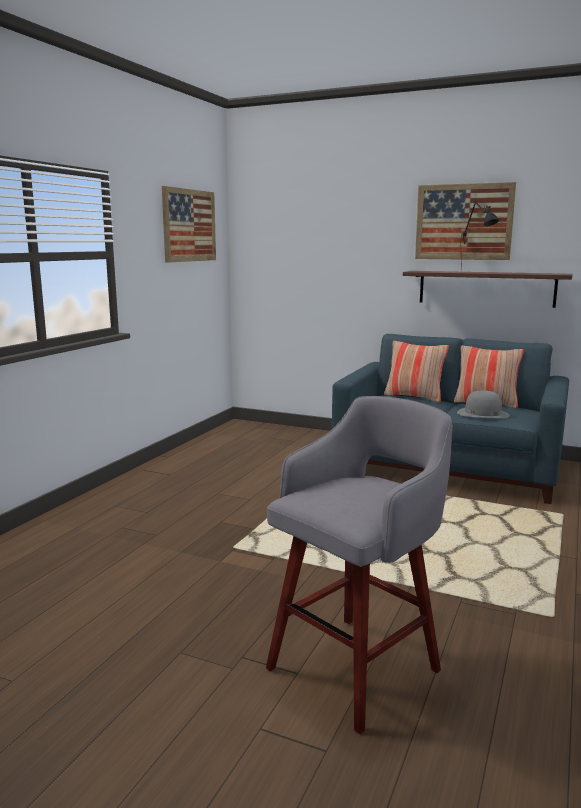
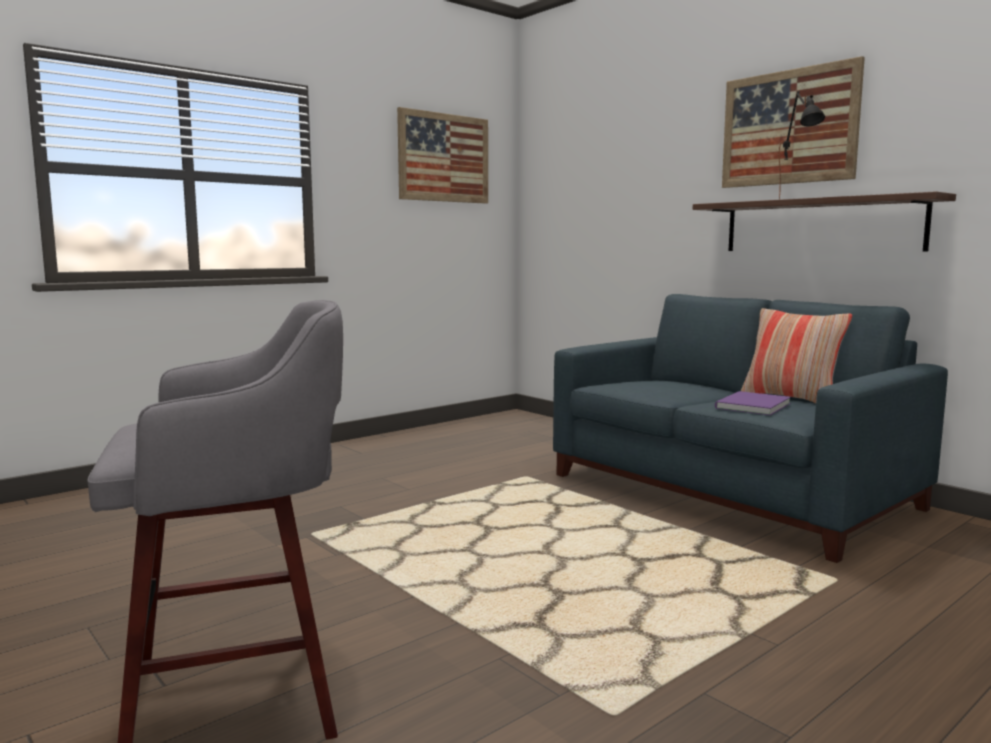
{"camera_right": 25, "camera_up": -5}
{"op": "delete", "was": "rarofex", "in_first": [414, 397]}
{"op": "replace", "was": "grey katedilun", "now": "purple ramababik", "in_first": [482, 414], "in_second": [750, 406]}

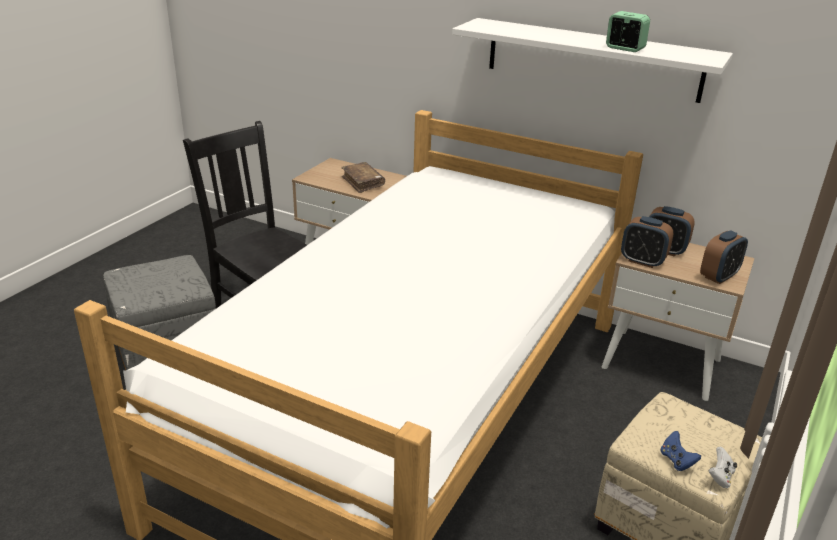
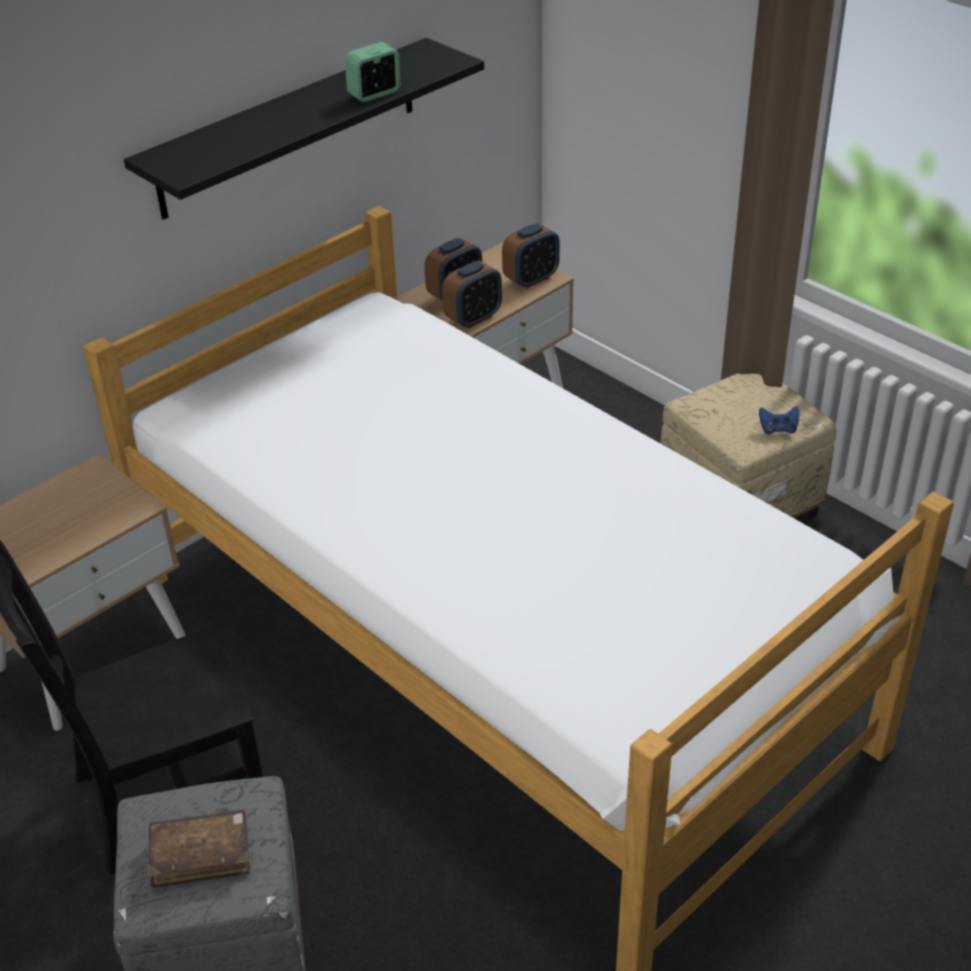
{"camera_right": -70, "camera_up": 10}
{"op": "move", "was": "brown ramababik", "in_first": [363, 182], "in_second": [201, 855]}
{"op": "recolor", "was": "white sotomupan", "now": "black sotomupan", "in_first": [592, 59], "in_second": [289, 128]}
{"op": "rotate", "was": "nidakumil", "in_first": [718, 276], "in_second": [531, 279], "clockwise": 75}
{"op": "delete", "was": "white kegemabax", "in_first": [720, 477]}

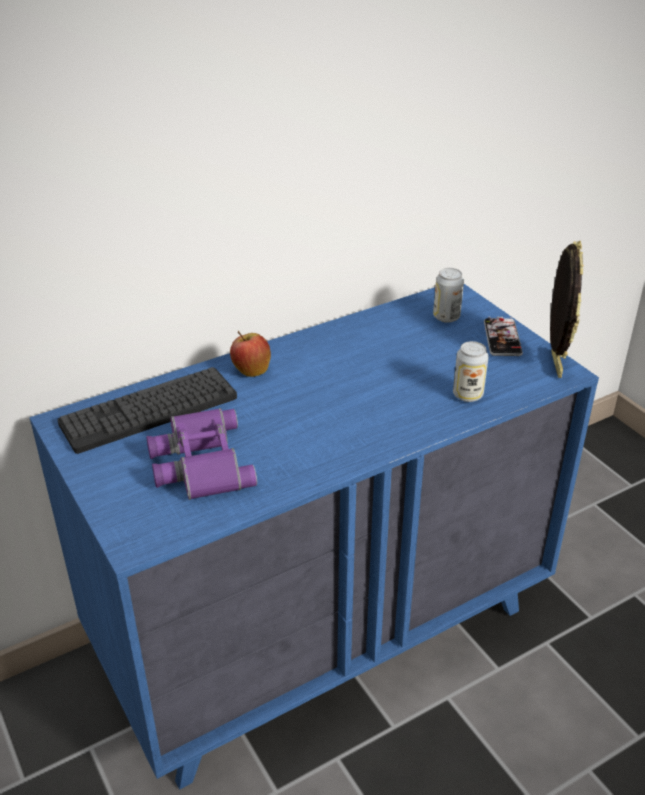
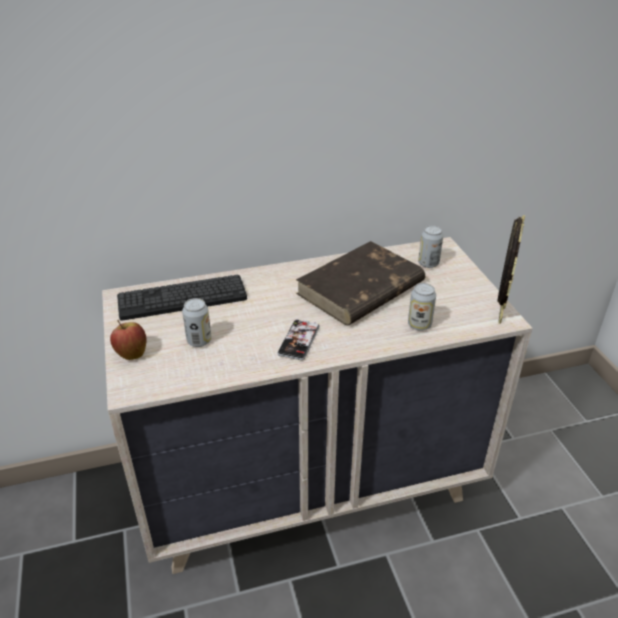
{"camera_right": 15, "camera_up": 0}
{"op": "recolor", "was": "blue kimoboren", "now": "beige kimoboren", "in_first": [324, 632], "in_second": [310, 484]}
{"op": "replace", "was": "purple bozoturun", "now": "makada", "in_first": [198, 462], "in_second": [199, 341]}
{"op": "move", "was": "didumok", "in_first": [251, 371], "in_second": [131, 353]}
{"op": "move", "was": "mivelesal", "in_first": [502, 338], "in_second": [299, 340]}
{"op": "insert", "now": "brown ramababik", "in_second": [360, 289]}

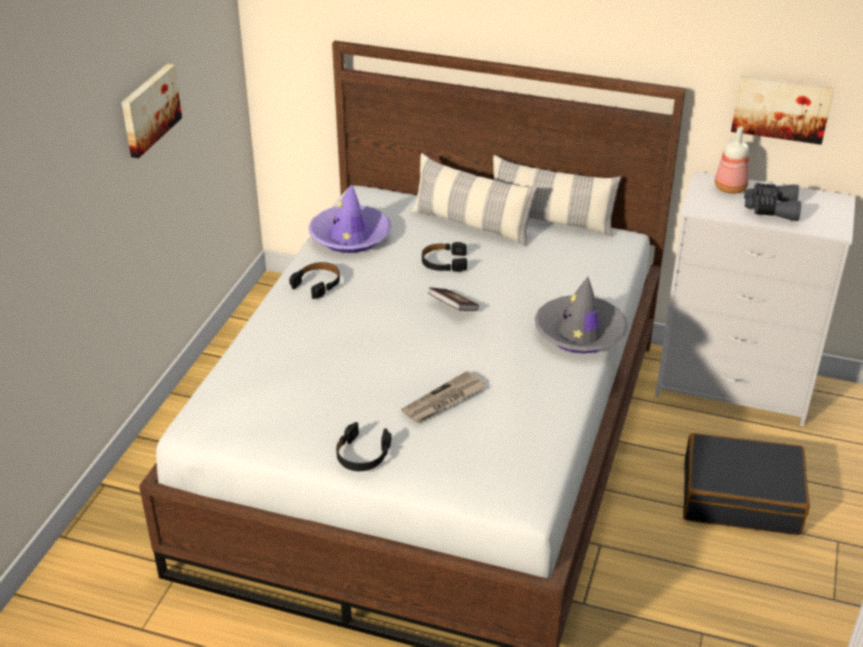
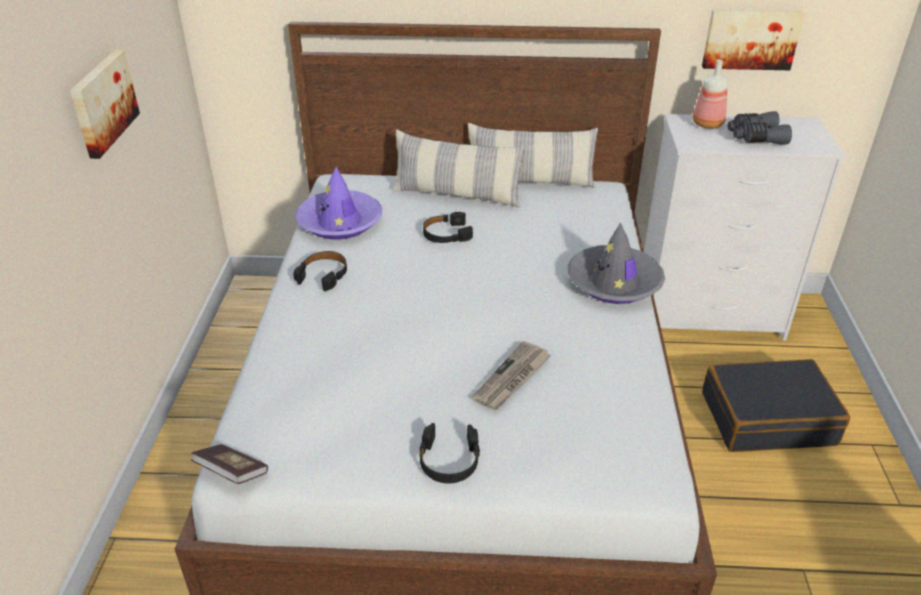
{"camera_right": -15, "camera_up": 0}
{"op": "move", "was": "ramababik", "in_first": [453, 308], "in_second": [232, 473]}

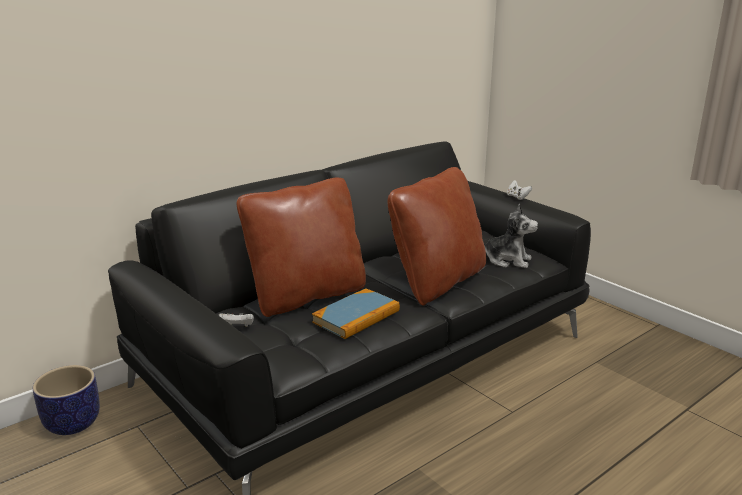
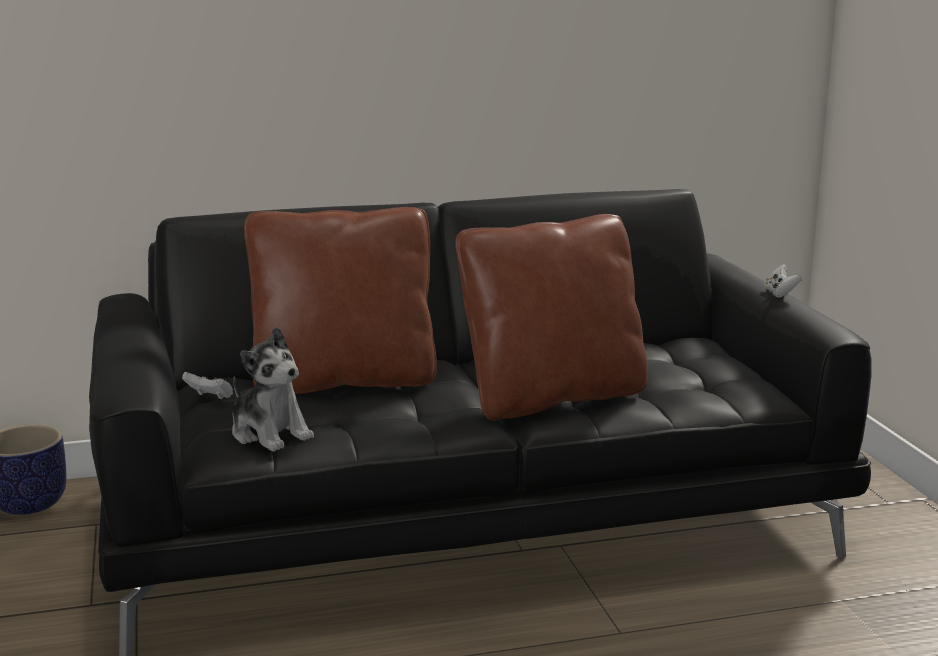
{"camera_right": 25, "camera_up": -5}
{"op": "delete", "was": "ramababik", "in_first": [356, 316]}
{"op": "move", "was": "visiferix", "in_first": [507, 260], "in_second": [270, 433]}

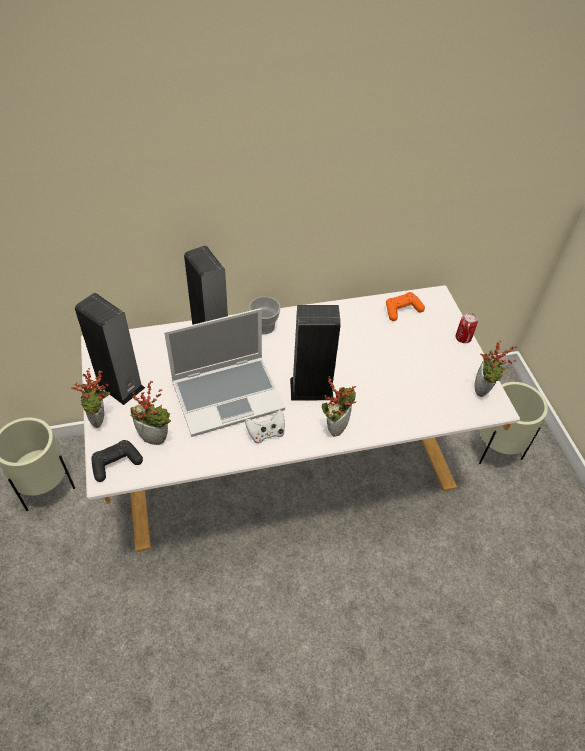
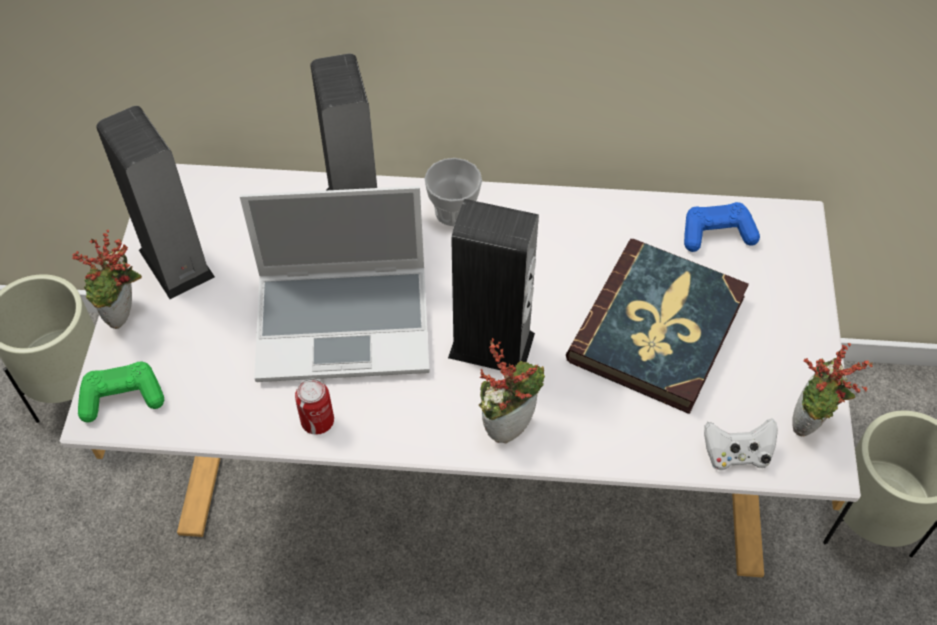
{"camera_right": 20, "camera_up": 5}
{"op": "recolor", "was": "black kegemabax", "now": "green kegemabax", "in_first": [116, 463], "in_second": [122, 397]}
{"op": "delete", "was": "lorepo", "in_first": [156, 436]}
{"op": "move", "was": "white kegemabax", "in_first": [266, 433], "in_second": [736, 454]}
{"op": "recolor", "was": "orange kegemabax", "now": "blue kegemabax", "in_first": [402, 310], "in_second": [717, 234]}
{"op": "move", "was": "makada", "in_first": [463, 338], "in_second": [317, 421]}
{"op": "insert", "now": "ramababik", "in_second": [658, 329]}

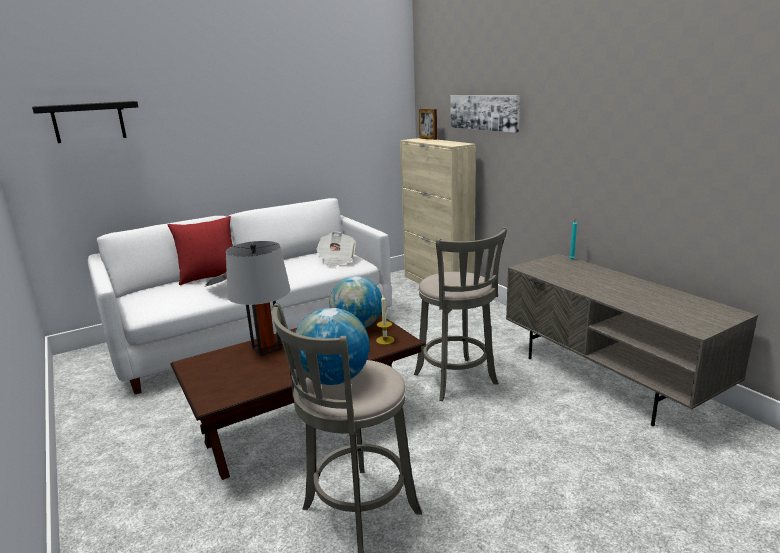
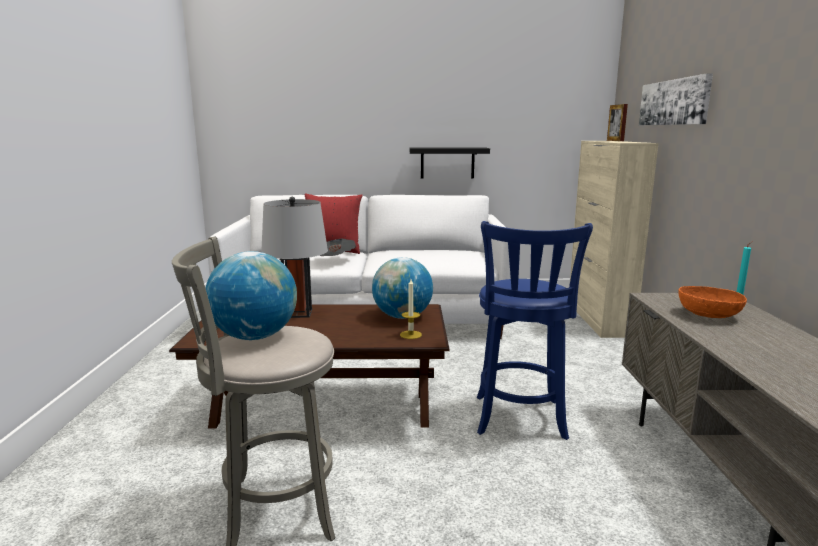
{"camera_right": 30, "camera_up": -5}
{"op": "move", "was": "black sotomupan", "in_first": [89, 122], "in_second": [447, 163]}
{"op": "delete", "was": "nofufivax", "in_first": [336, 260]}
{"op": "recolor", "was": "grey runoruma", "now": "blue runoruma", "in_first": [457, 381], "in_second": [519, 420]}
{"op": "insert", "now": "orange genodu", "in_second": [709, 315]}

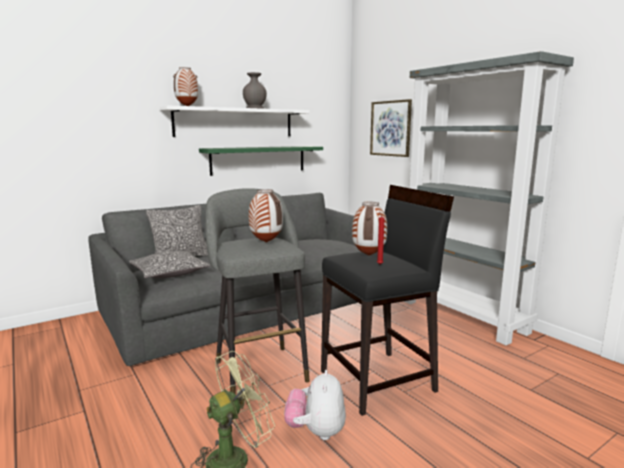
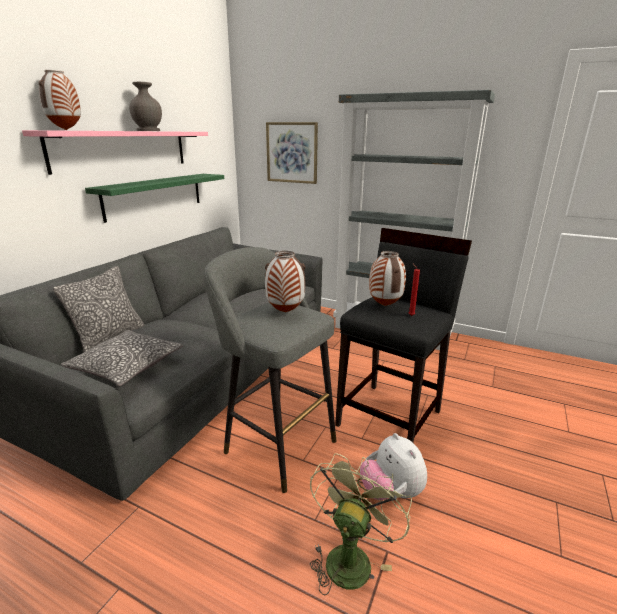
{"camera_right": -30, "camera_up": 10}
{"op": "recolor", "was": "white sotomupan", "now": "pink sotomupan", "in_first": [235, 122], "in_second": [123, 149]}

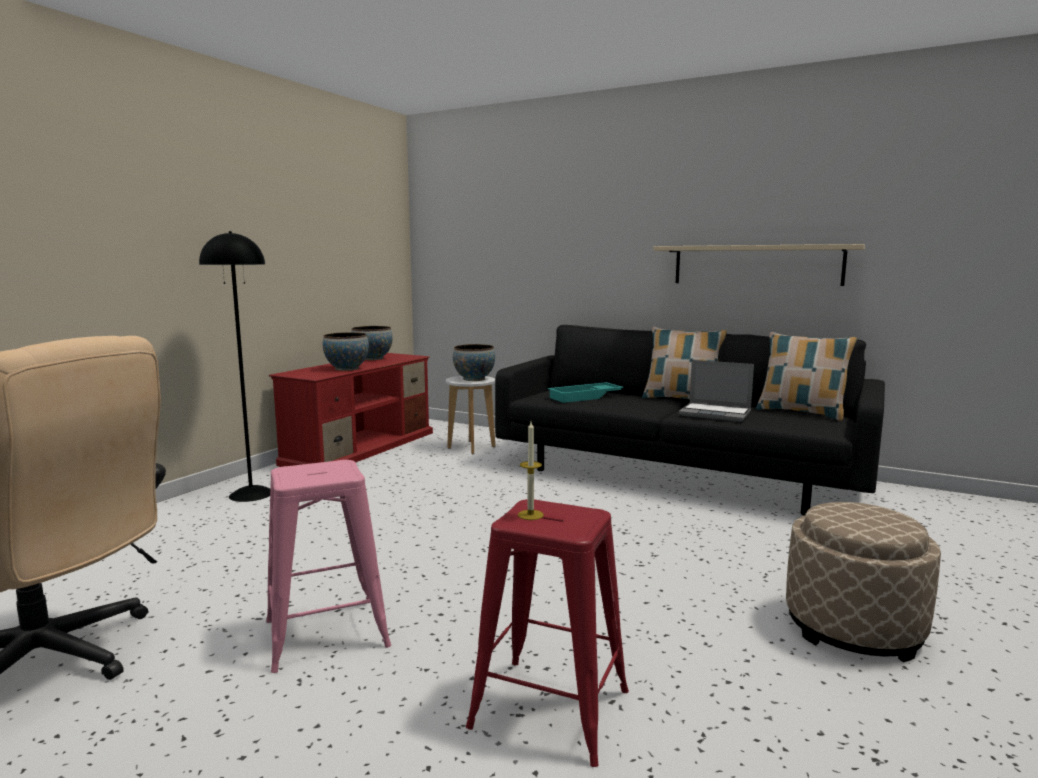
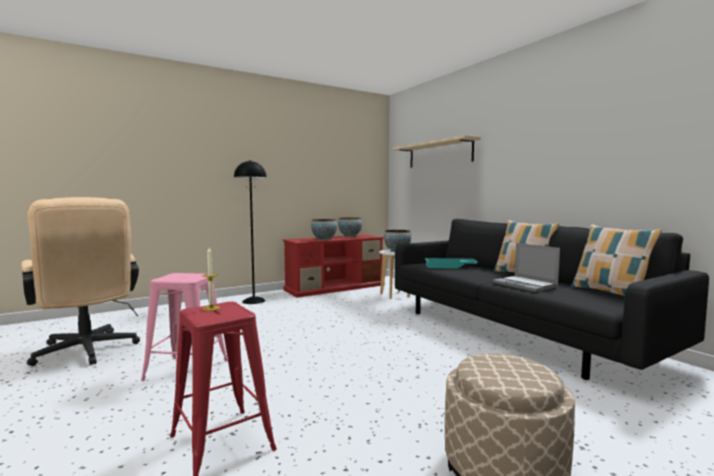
{"camera_right": 30, "camera_up": -5}
{"op": "move", "was": "beige sotomupan", "in_first": [756, 265], "in_second": [439, 154]}

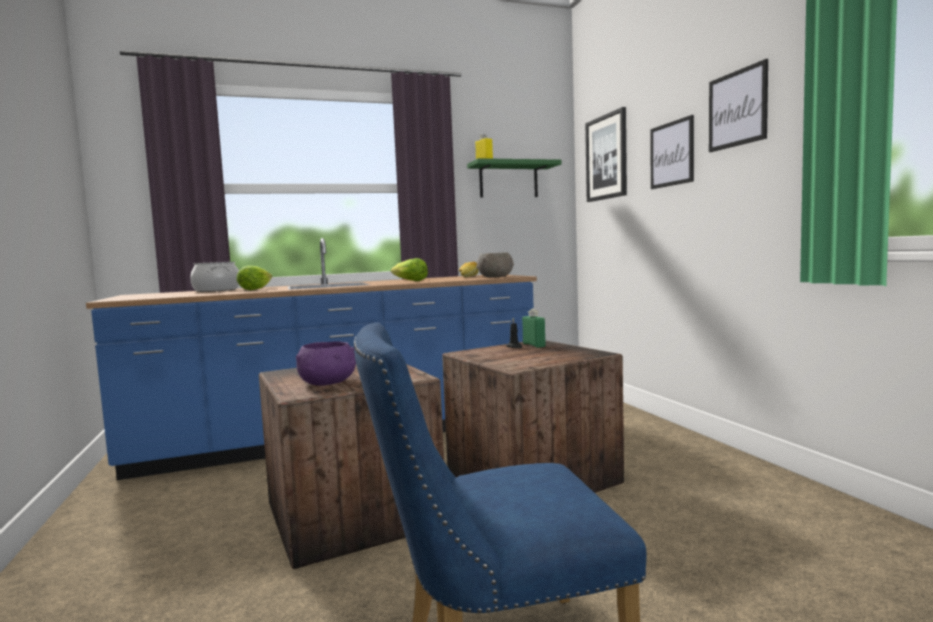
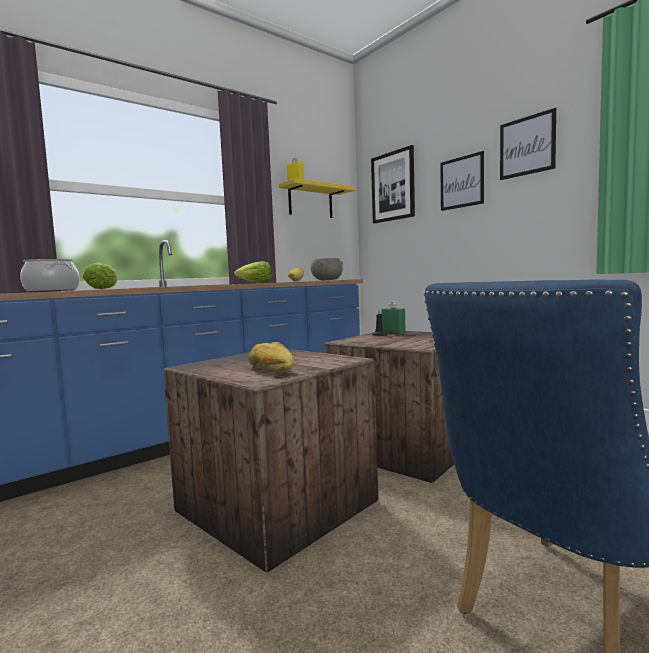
{"camera_right": -20, "camera_up": 0}
{"op": "replace", "was": "purple genodu", "now": "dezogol", "in_first": [328, 383], "in_second": [270, 369]}
{"op": "recolor", "was": "green sotomupan", "now": "yellow sotomupan", "in_first": [508, 180], "in_second": [310, 202]}

